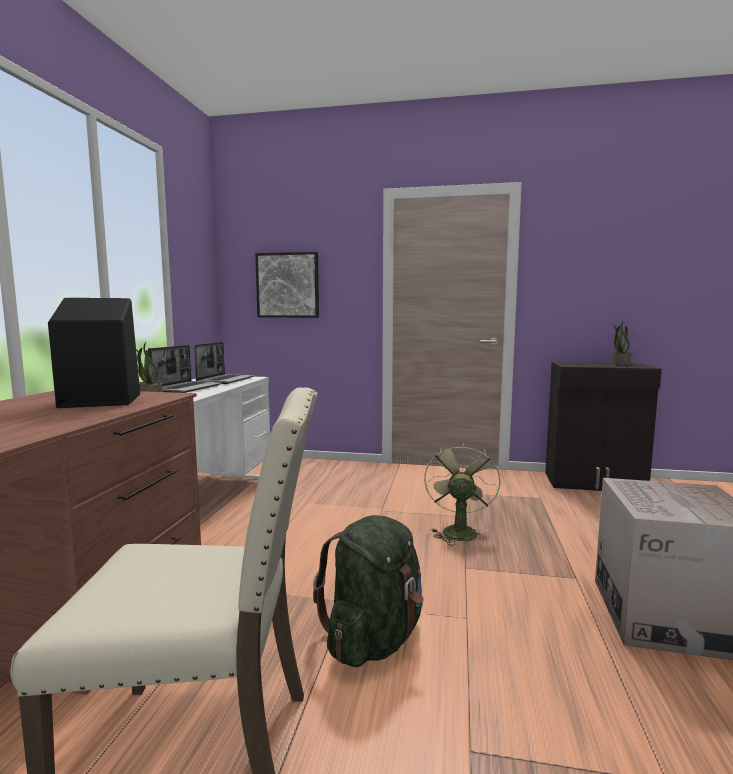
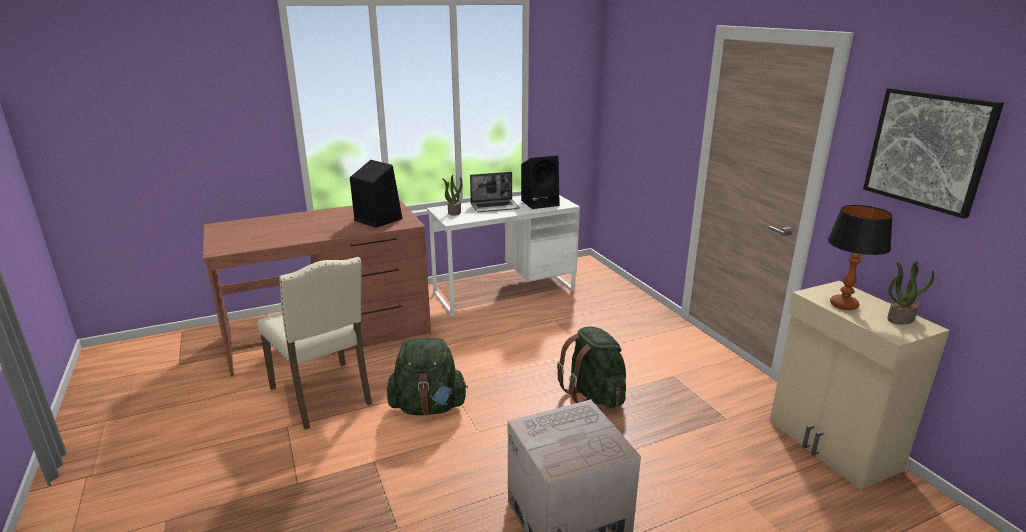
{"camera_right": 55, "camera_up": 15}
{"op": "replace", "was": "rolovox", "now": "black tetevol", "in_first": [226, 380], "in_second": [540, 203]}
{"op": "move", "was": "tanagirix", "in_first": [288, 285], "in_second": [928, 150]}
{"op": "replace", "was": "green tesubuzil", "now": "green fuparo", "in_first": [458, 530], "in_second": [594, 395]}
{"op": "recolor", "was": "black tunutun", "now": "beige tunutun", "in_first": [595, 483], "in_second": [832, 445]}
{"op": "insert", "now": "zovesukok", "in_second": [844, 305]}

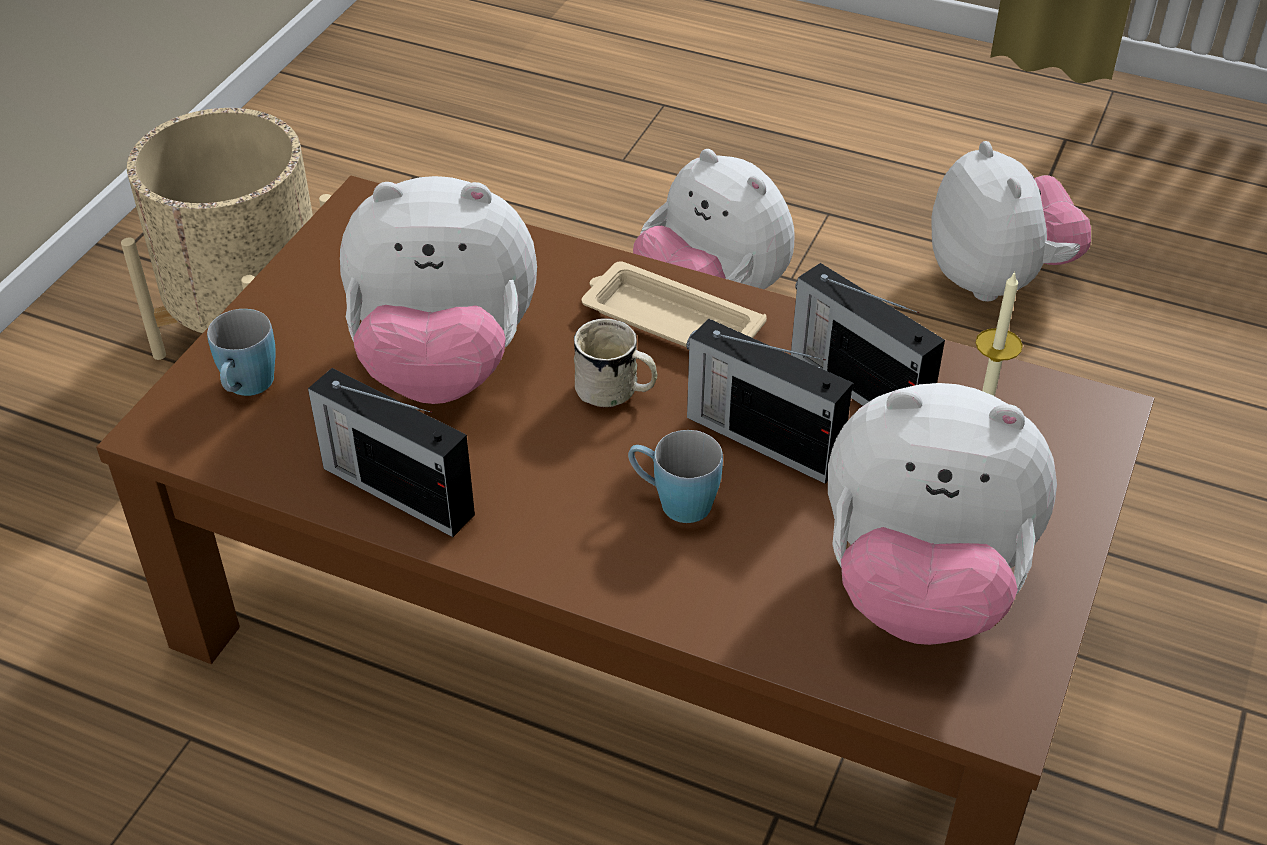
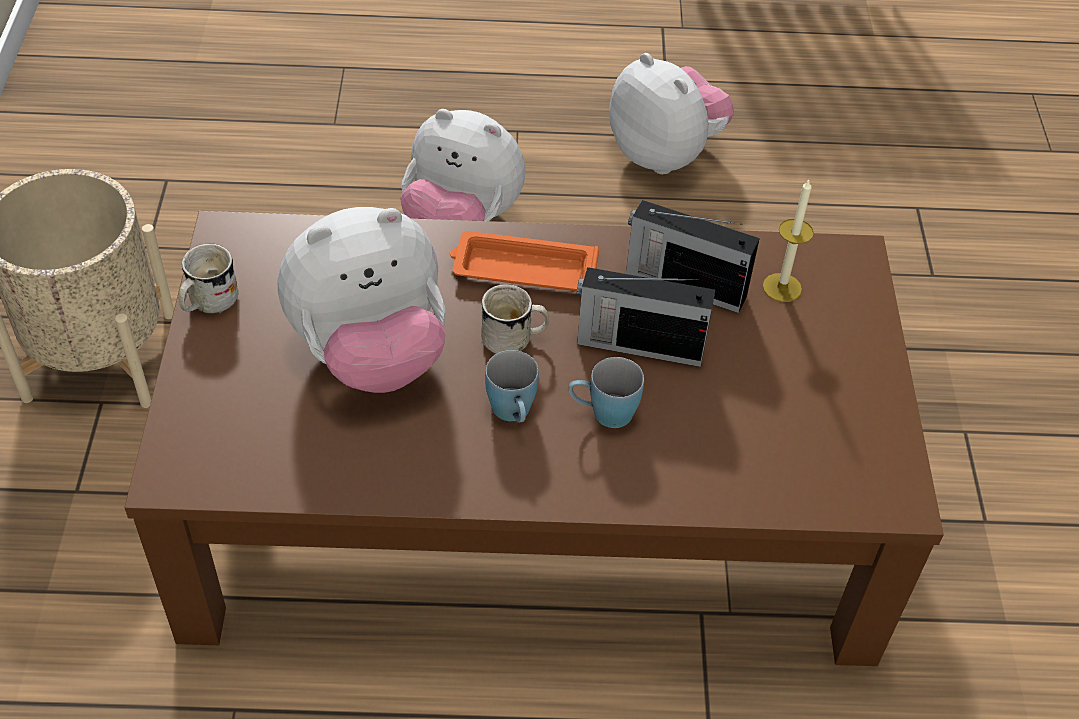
{"camera_right": -25, "camera_up": 5}
{"op": "move", "was": "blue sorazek", "in_first": [247, 388], "in_second": [513, 414]}
{"op": "delete", "was": "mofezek", "in_first": [395, 489]}
{"op": "recolor", "was": "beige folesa", "now": "orange folesa", "in_first": [669, 321], "in_second": [522, 269]}
{"op": "delete", "was": "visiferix", "in_first": [921, 587]}
{"op": "insert", "now": "white sorazek", "in_second": [208, 302]}

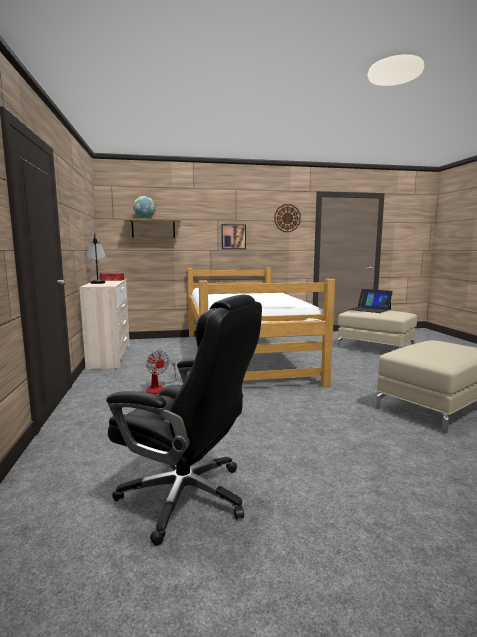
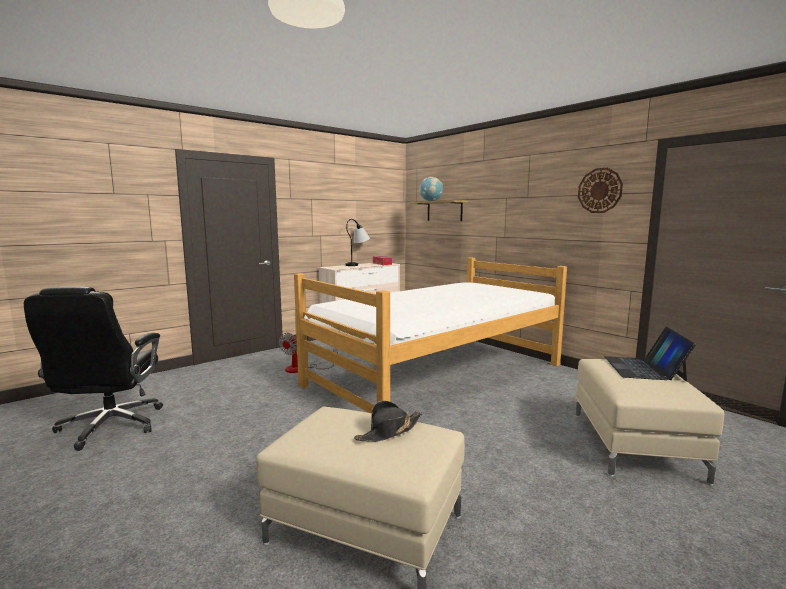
{"camera_right": 60, "camera_up": 0}
{"op": "delete", "was": "tanagirix", "in_first": [233, 236]}
{"op": "insert", "now": "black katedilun", "in_second": [389, 431]}

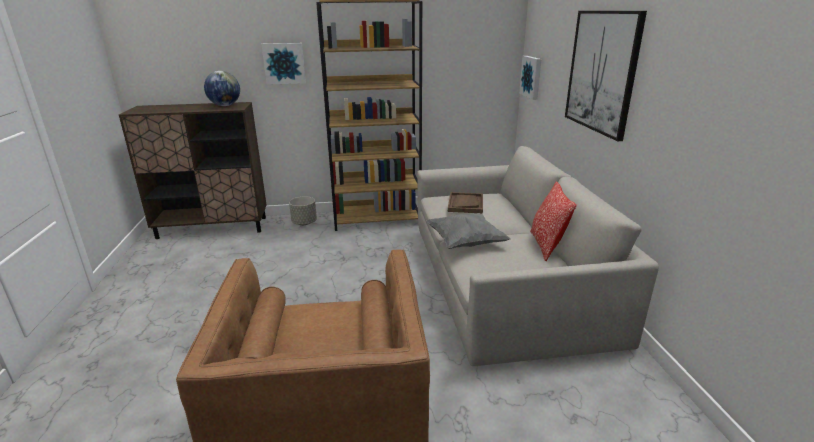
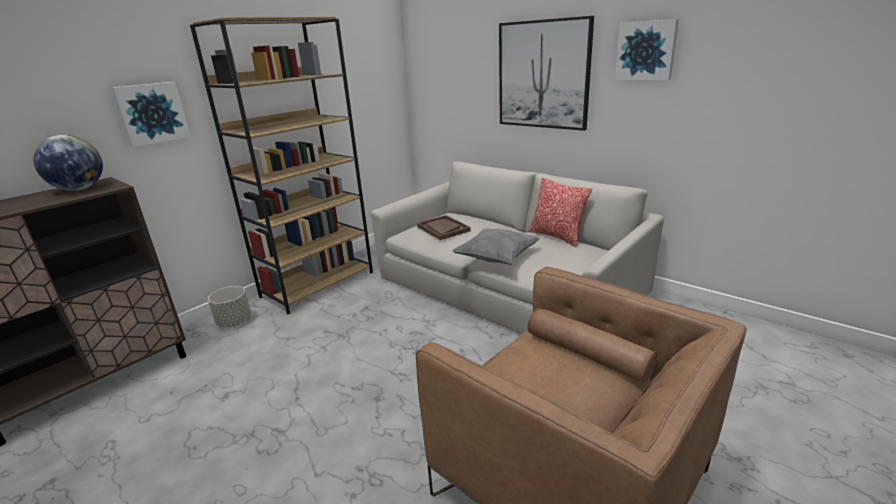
{"camera_right": -40, "camera_up": 0}
{"op": "move", "was": "tanagirix", "in_first": [532, 77], "in_second": [646, 50]}

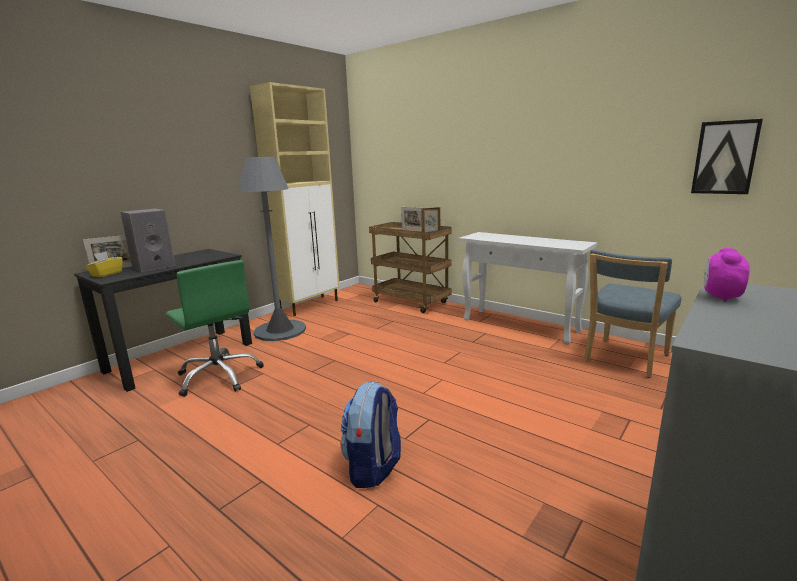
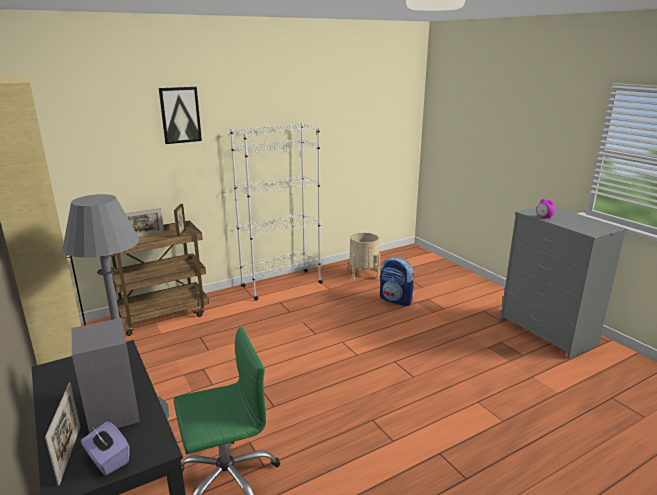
{"camera_right": -70, "camera_up": 5}
{"op": "recolor", "was": "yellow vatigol", "now": "purple vatigol", "in_first": [106, 274], "in_second": [107, 460]}
{"op": "move", "was": "fuparo", "in_first": [373, 468], "in_second": [396, 300]}
{"op": "replace", "was": "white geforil", "now": "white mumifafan", "in_first": [521, 326], "in_second": [281, 285]}
{"op": "replace", "was": "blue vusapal", "now": "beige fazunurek", "in_first": [624, 359], "in_second": [363, 273]}
{"op": "move", "was": "tanagirix", "in_first": [725, 157], "in_second": [180, 115]}

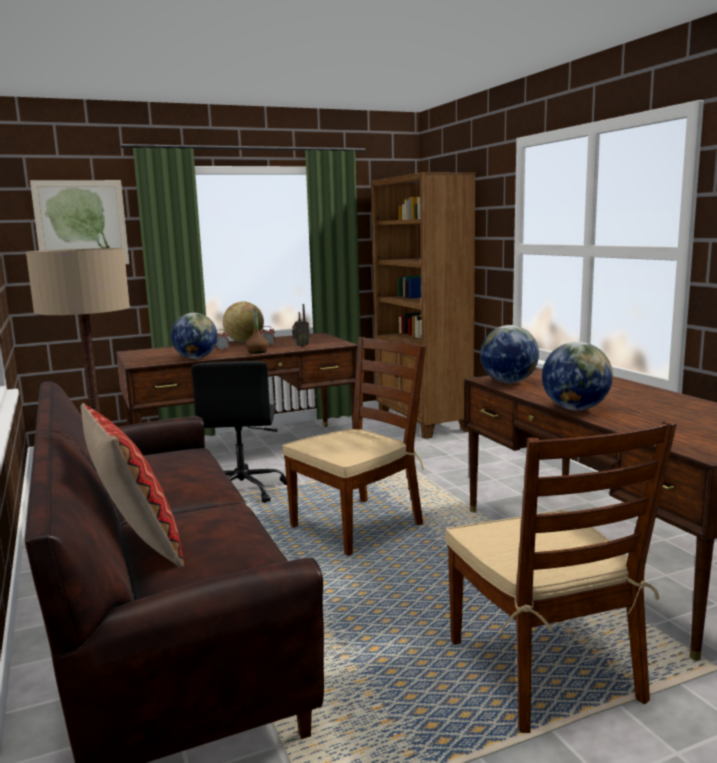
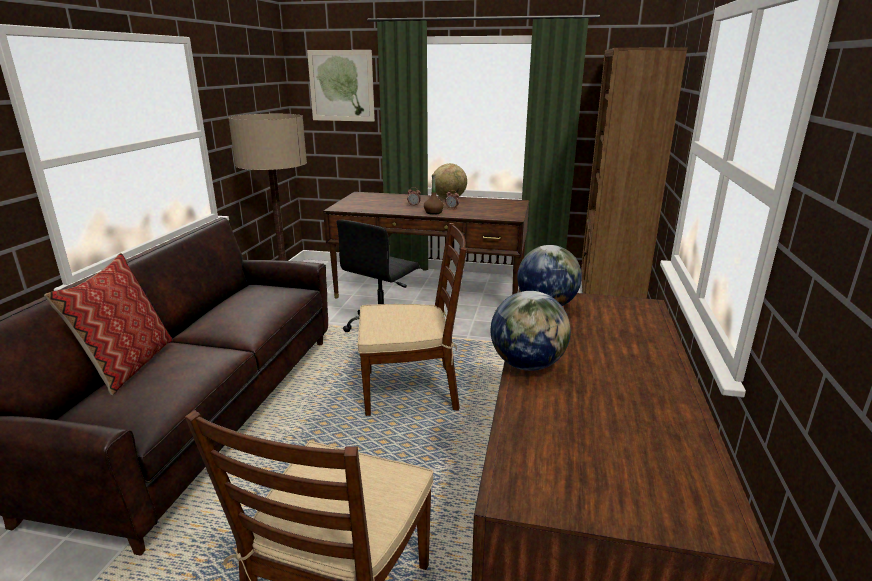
{"camera_right": 35, "camera_up": 10}
{"op": "delete", "was": "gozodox", "in_first": [196, 358]}
{"op": "delete", "was": "mofezek", "in_first": [301, 346]}

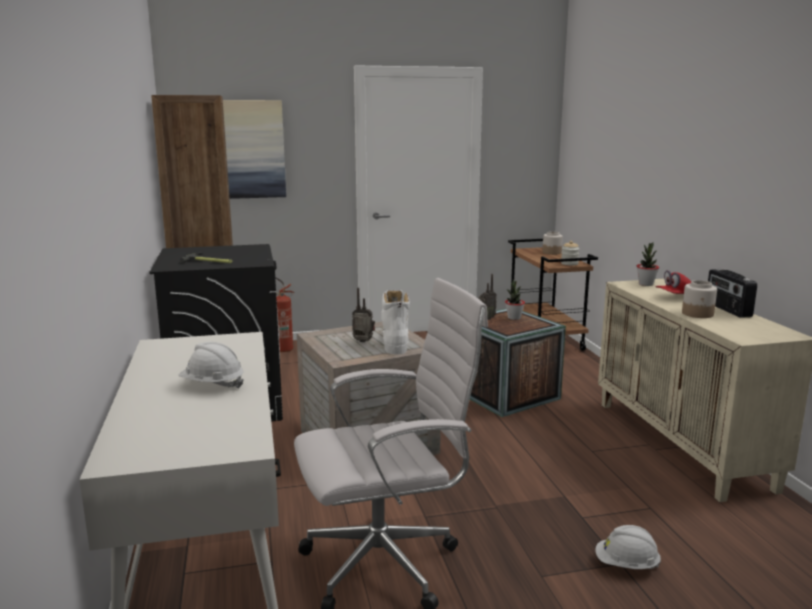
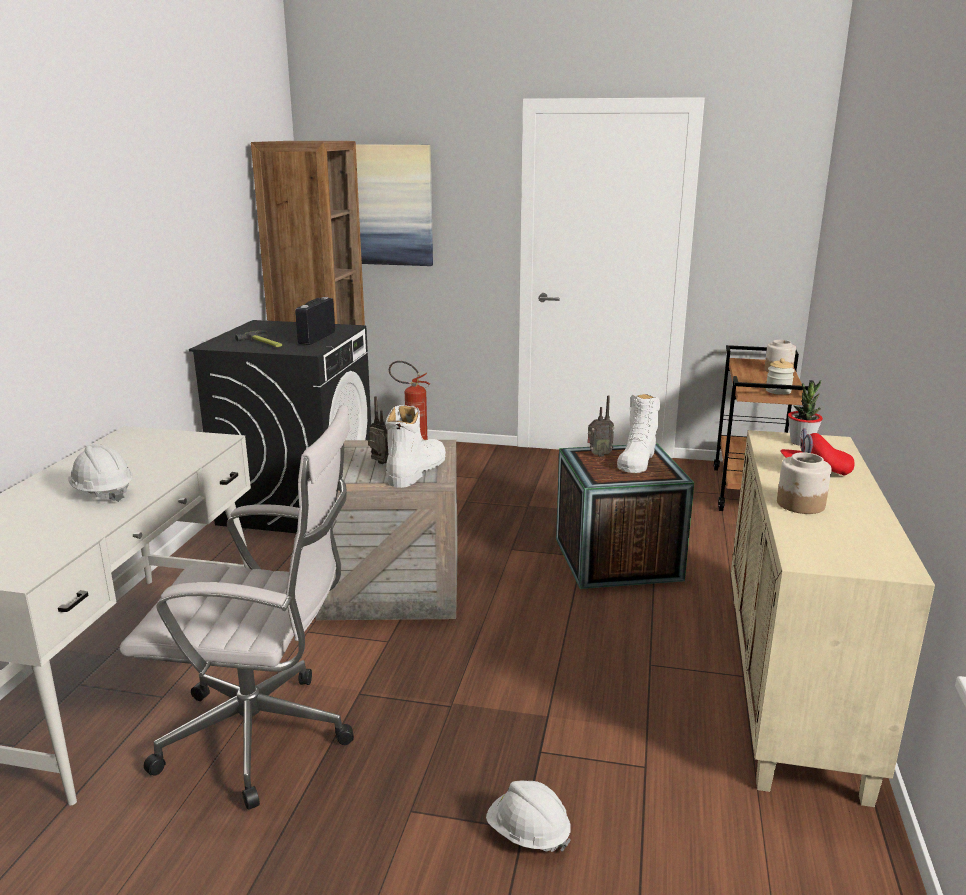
{"camera_right": 25, "camera_up": 5}
{"op": "replace", "was": "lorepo", "now": "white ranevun", "in_first": [514, 318], "in_second": [637, 459]}
{"op": "move", "was": "mofezek", "in_first": [727, 309], "in_second": [316, 338]}

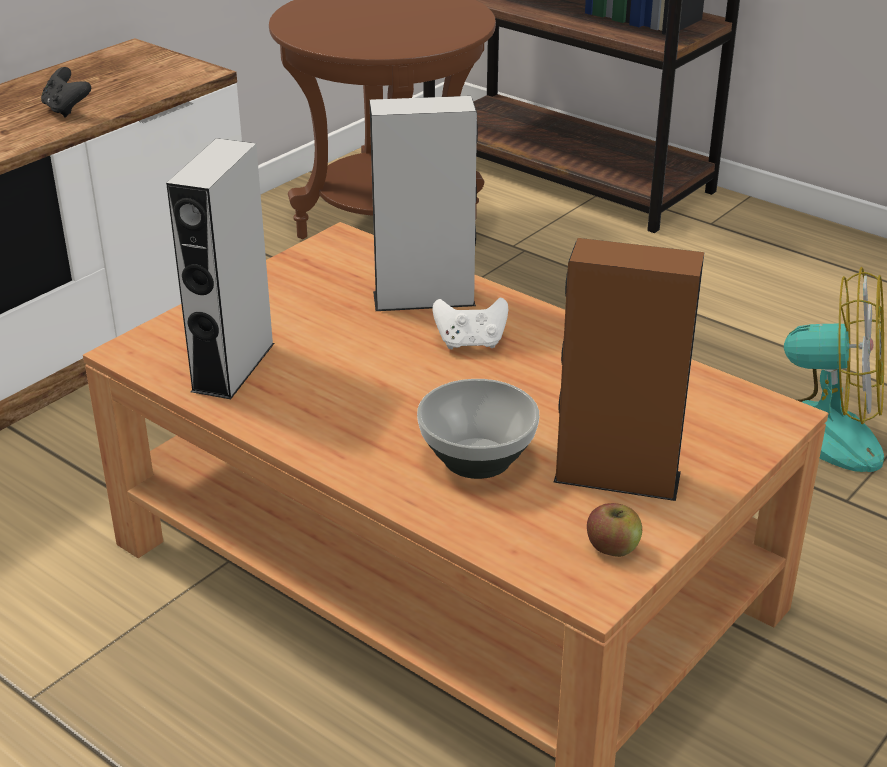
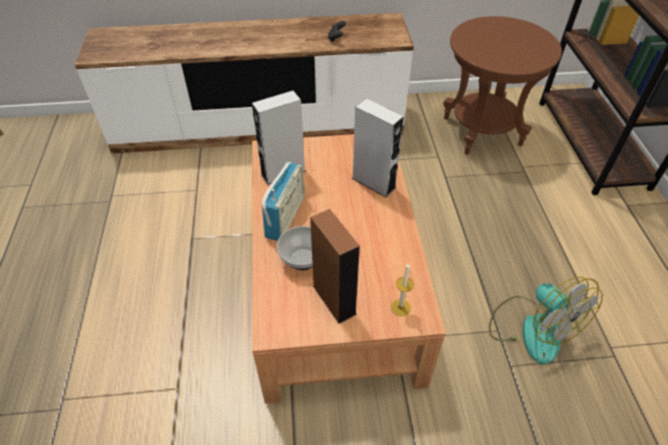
{"camera_right": 45, "camera_up": 15}
{"op": "delete", "was": "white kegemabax", "in_first": [470, 343]}
{"op": "delete", "was": "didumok", "in_first": [613, 547]}
{"op": "insert", "now": "mofezek", "in_second": [285, 216]}
{"op": "insert", "now": "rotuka", "in_second": [400, 307]}

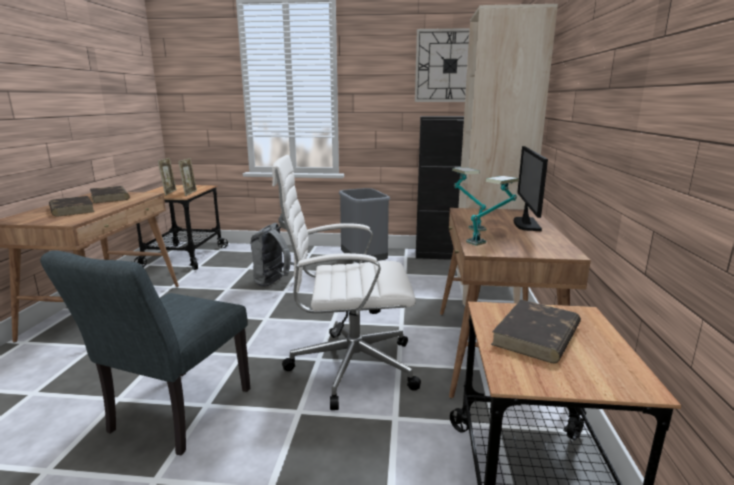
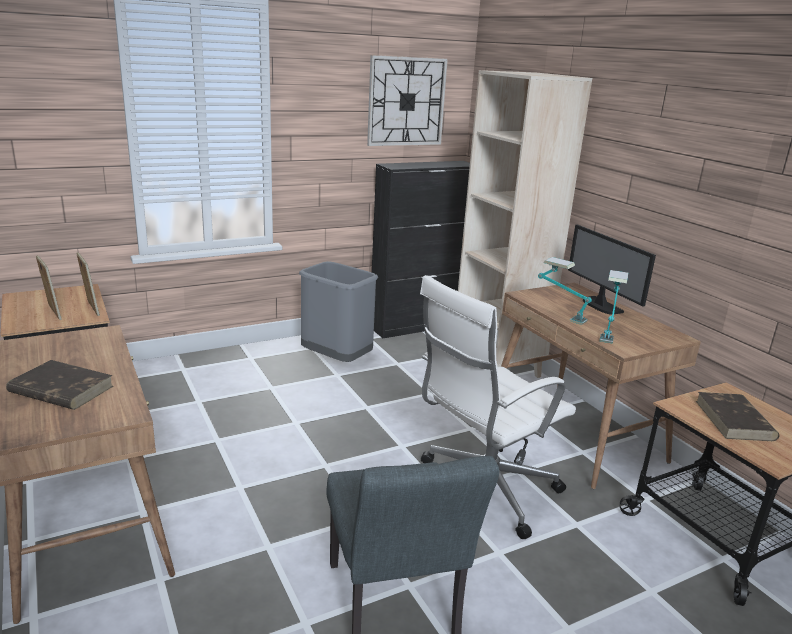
{"camera_right": -35, "camera_up": 5}
{"op": "delete", "was": "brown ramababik", "in_first": [110, 197]}
{"op": "delete", "was": "grey fuparo", "in_first": [275, 282]}

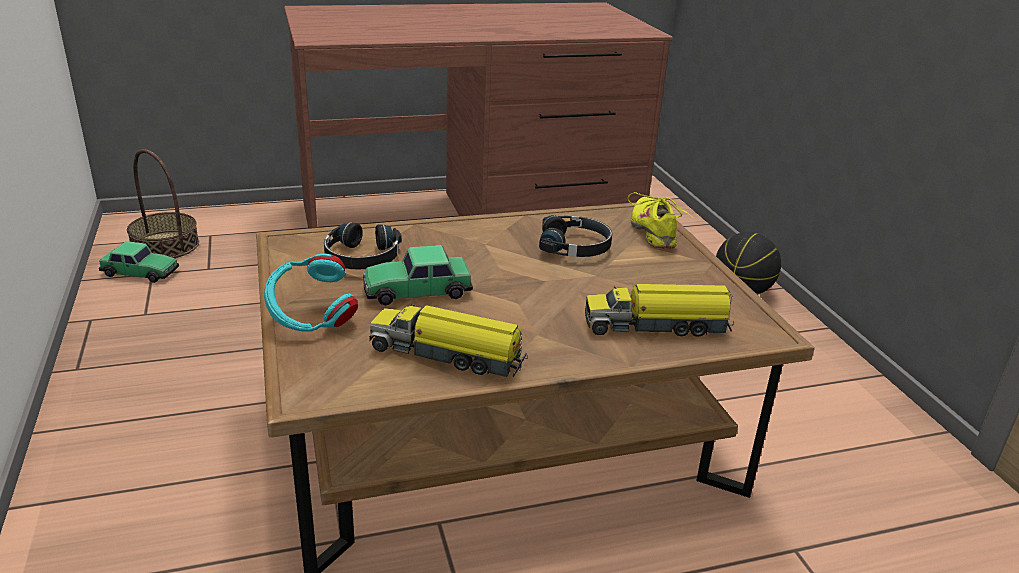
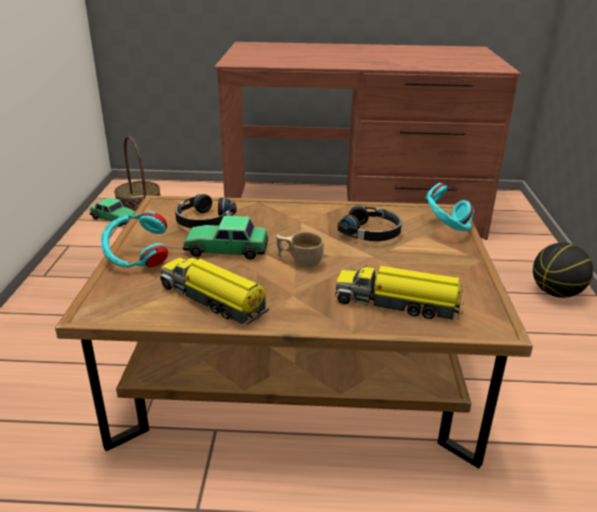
{"camera_right": 20, "camera_up": 0}
{"op": "replace", "was": "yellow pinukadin", "now": "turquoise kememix", "in_first": [654, 231], "in_second": [446, 228]}
{"op": "insert", "now": "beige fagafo", "in_second": [299, 261]}

